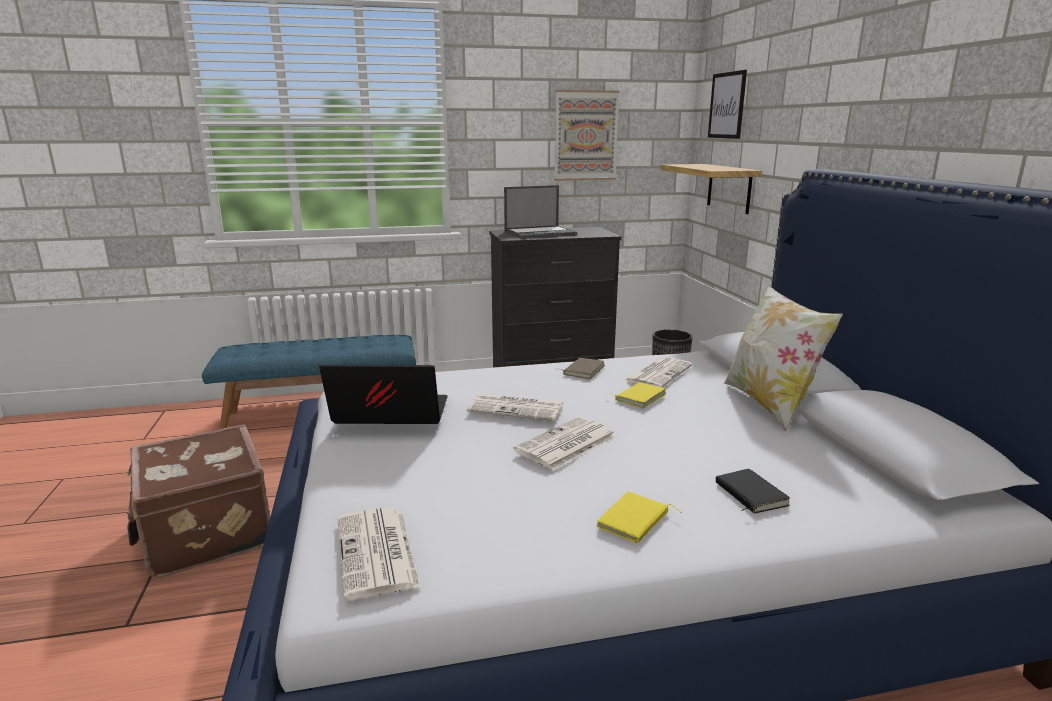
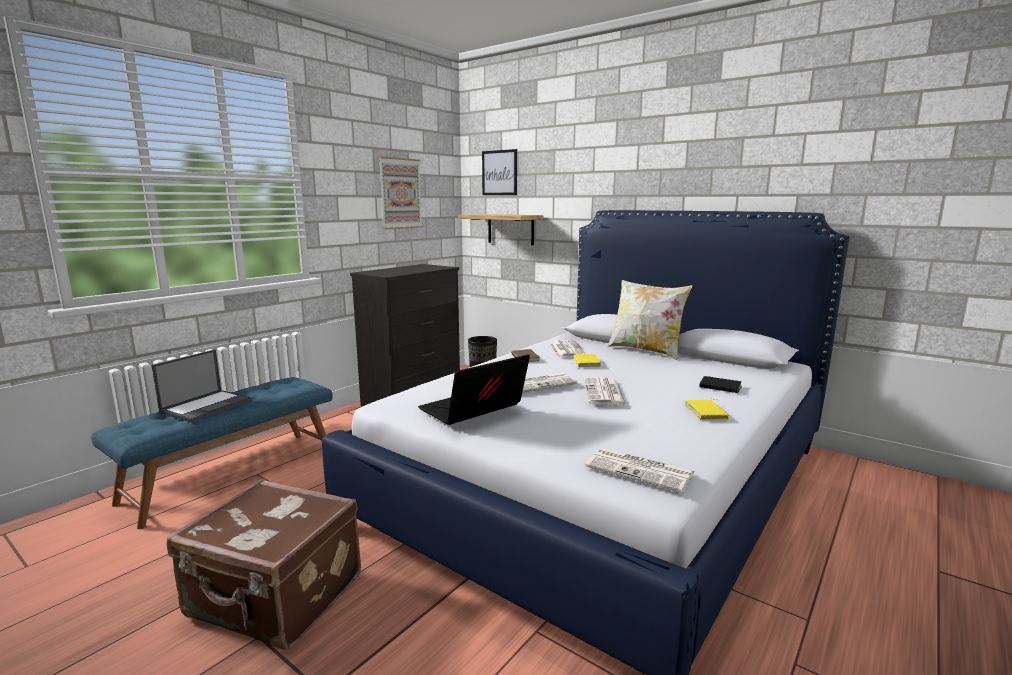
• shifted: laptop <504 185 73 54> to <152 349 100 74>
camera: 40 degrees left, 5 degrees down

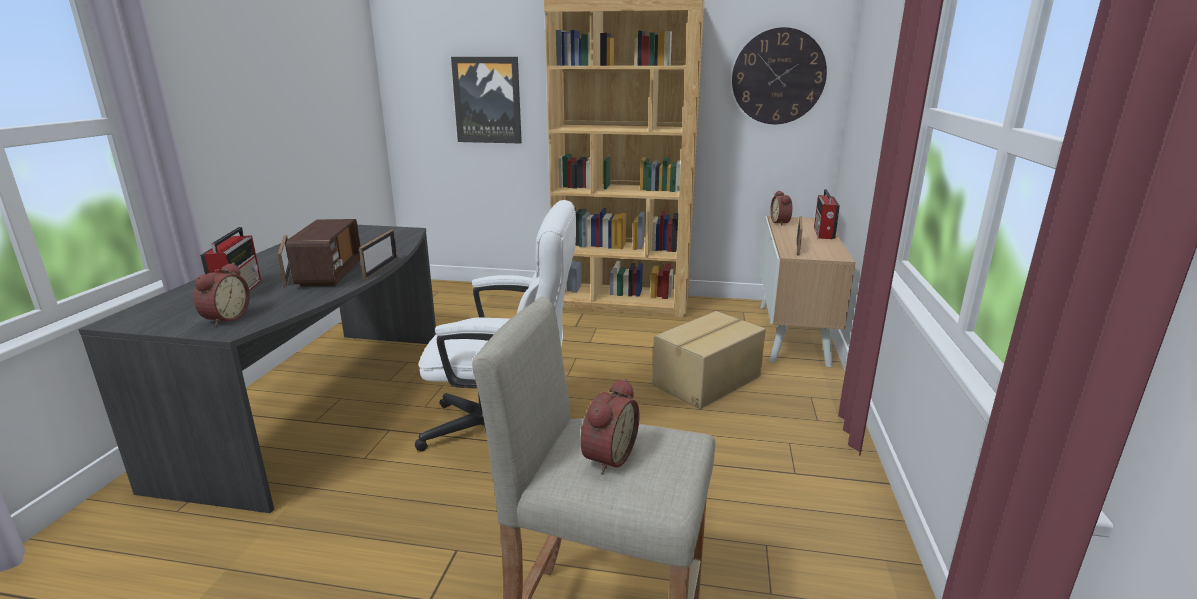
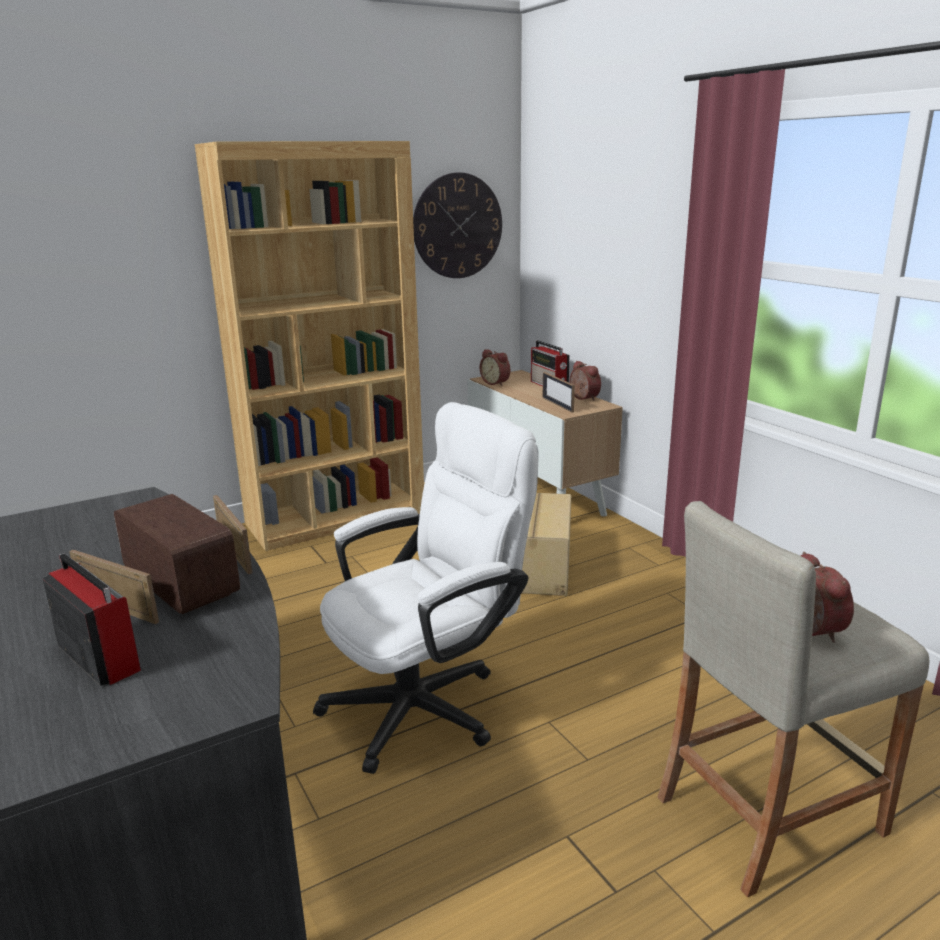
• shifted: alarm clock <193 263 57 63> to <570 361 31 40>
• gone: picture <451 57 71 87>
camera: 40 degrees left, 0 degrees up

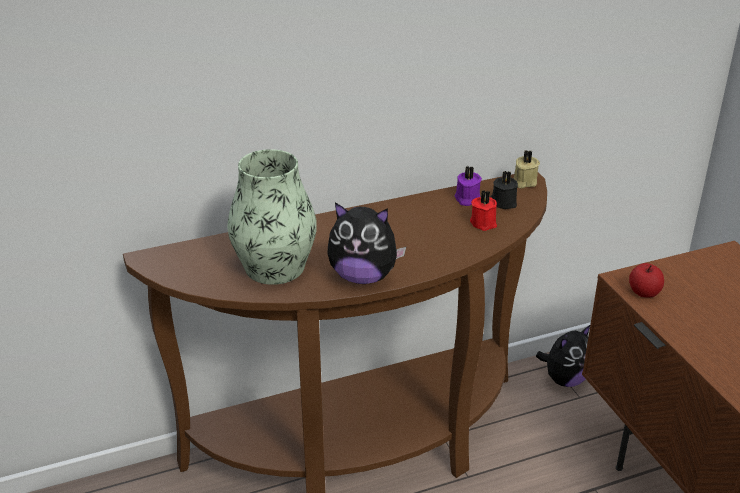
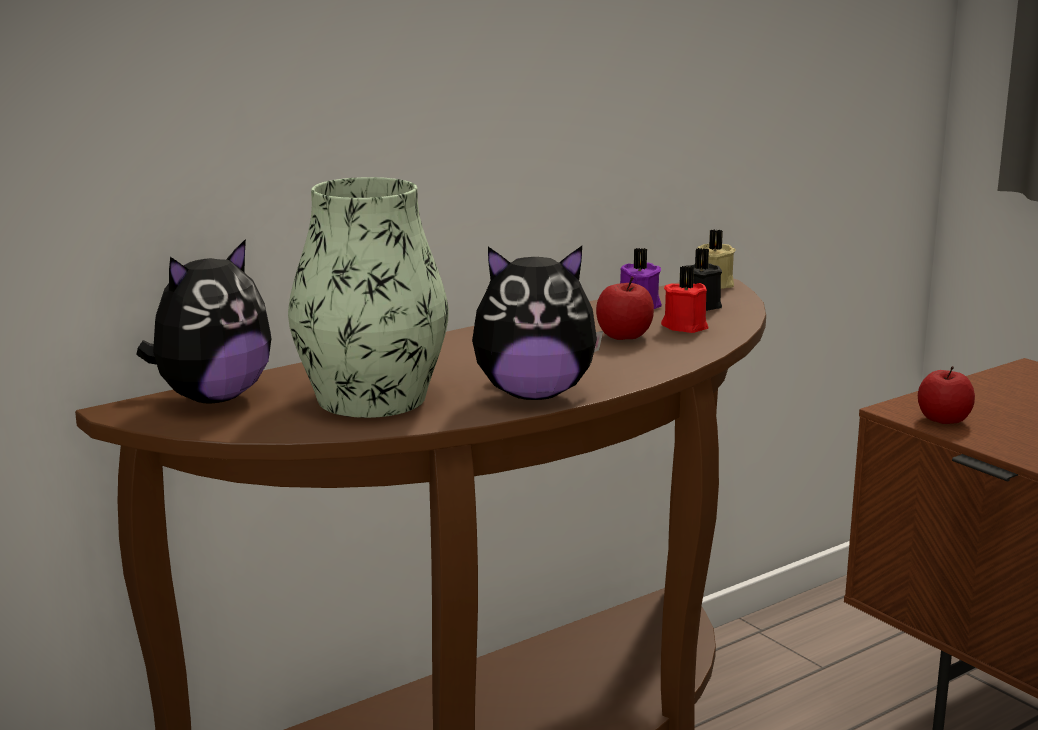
• shifted: plush toy <536 325 54 62> to <136 239 135 164>
• new: apple <596 277 58 63>
camera: 15 degrees left, 15 degrees down

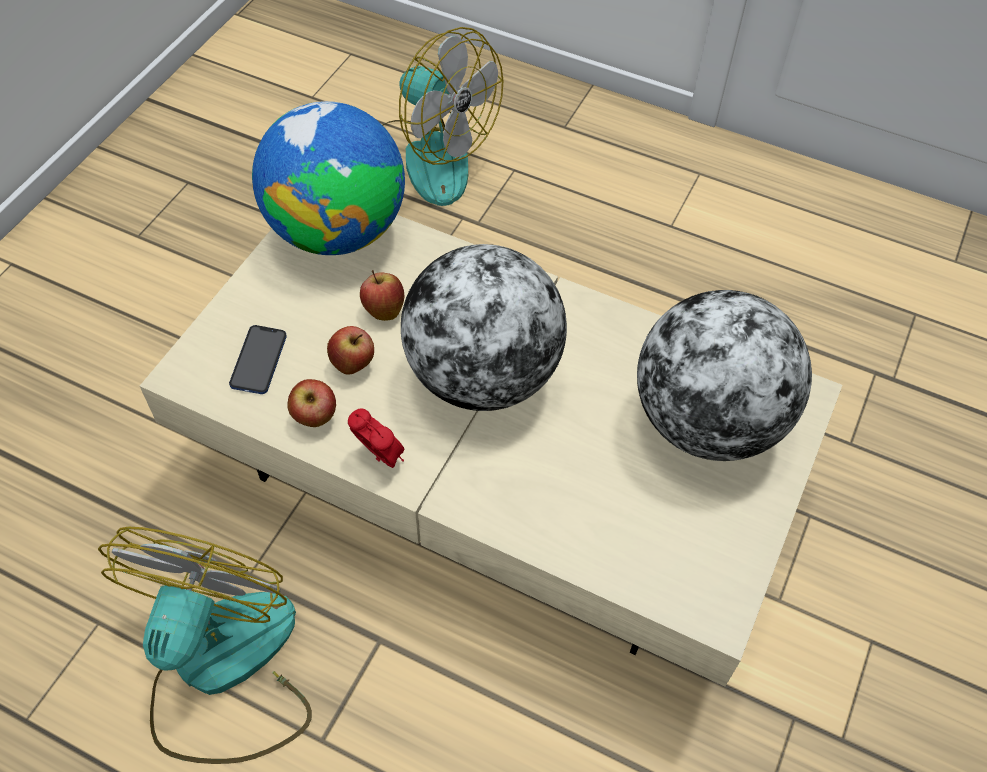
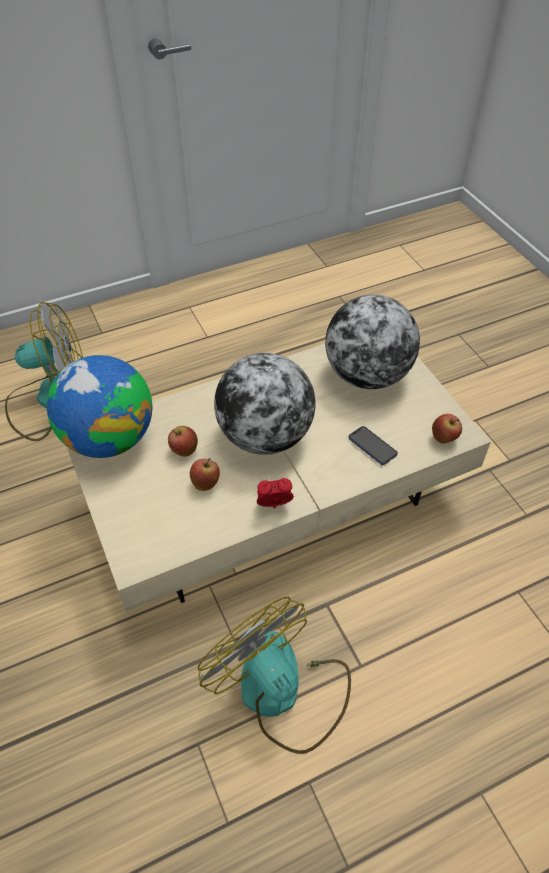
• shifted: phone <229 325 58 69> to <348 426 50 39>
• shifted: apple <288 379 48 48> to <432 414 30 29>
camera: 50 degrees left, 5 degrees down

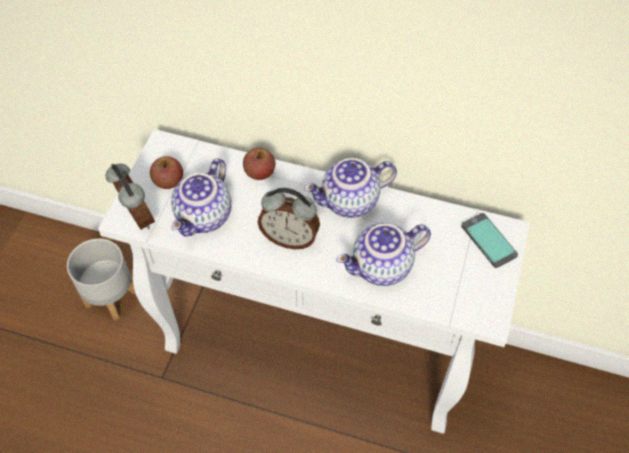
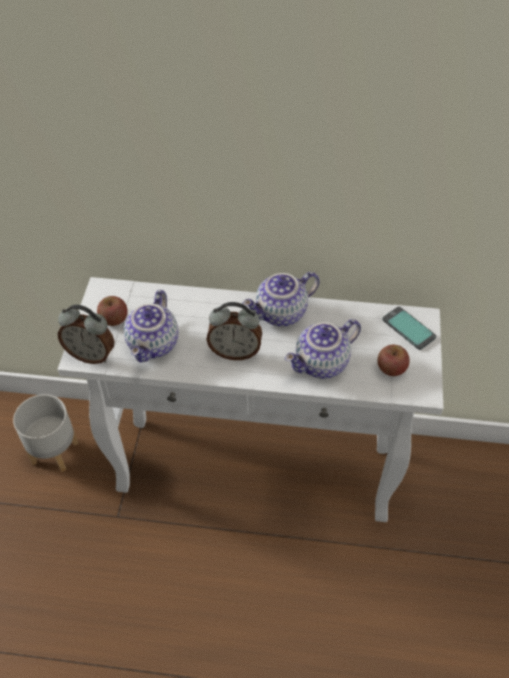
• rotated: alarm clock <106 163 49 67> = <58 305 56 59> 150 degrees clockwise
• shifted: apple <243 148 32 32> to <377 345 33 31>
camera: 10 degrees left, 5 degrees down

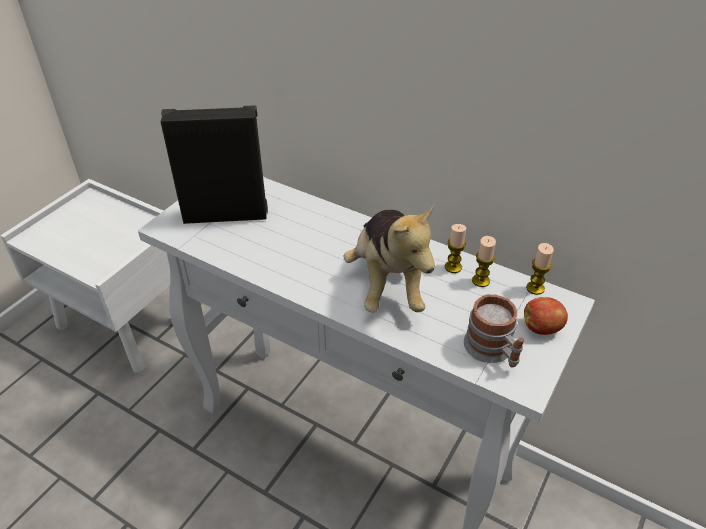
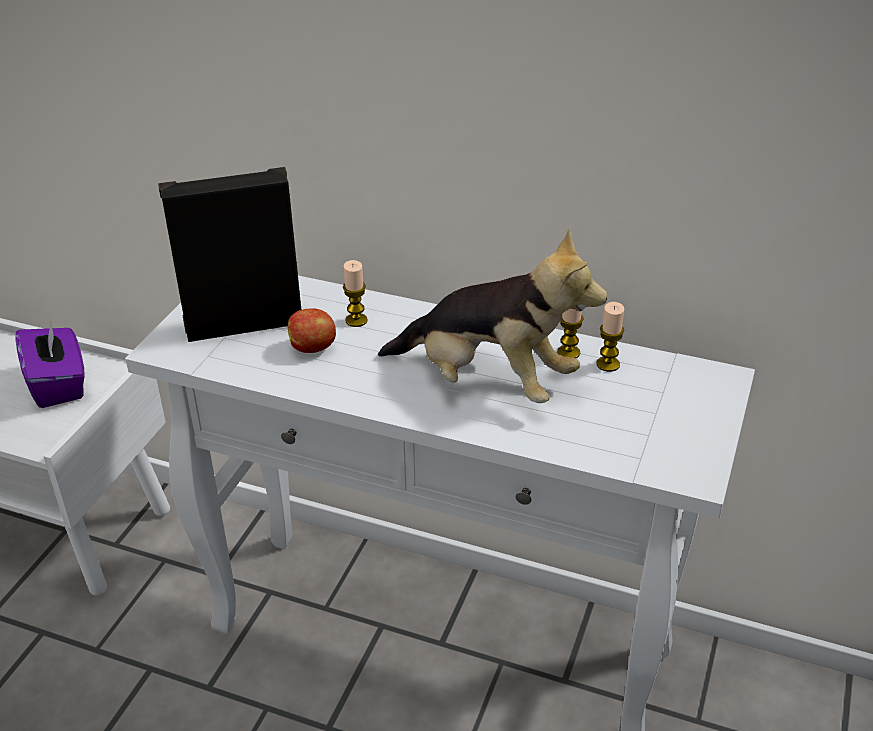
• rotated: plush toy <343 205 92 108> = <378 228 229 175> 45 degrees counterclockwise
• gone: mug <464 294 60 74>
• shifted: apple <524 297 44 38> to <288 308 48 45>
• shifted: candle <526 243 28 52> to <343 260 25 67>
• new: tissue box (purple) <15 318 70 90>
camera: 10 degrees left, 5 degrees down

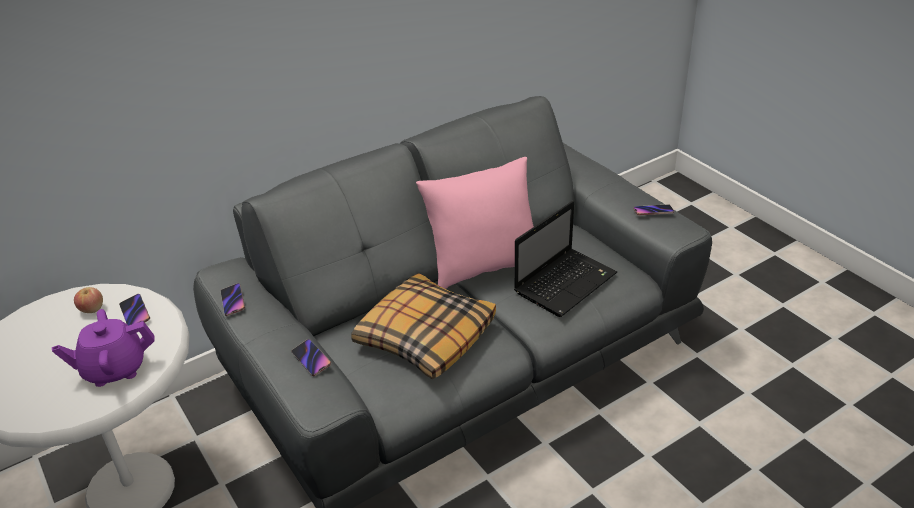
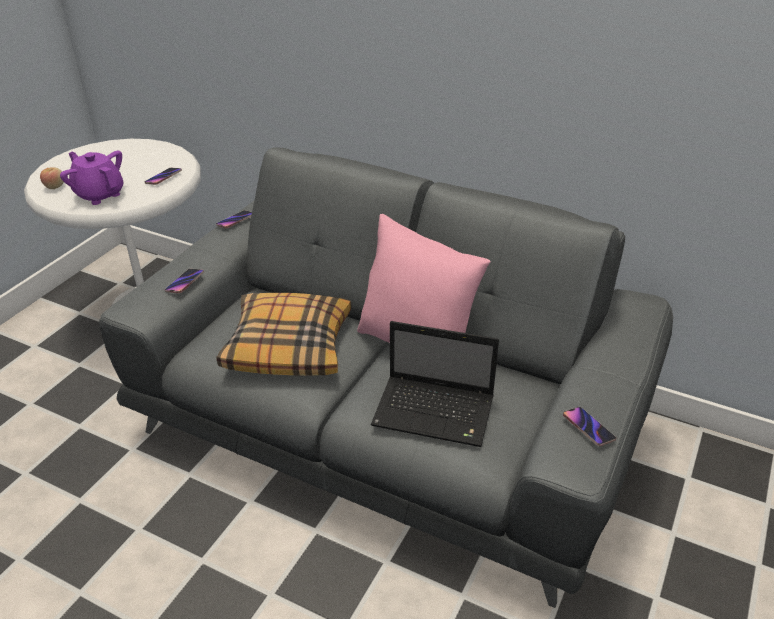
• shifted: apple <74 287 29 26> to <40 167 24 22>
camera: 60 degrees right, 0 degrees up

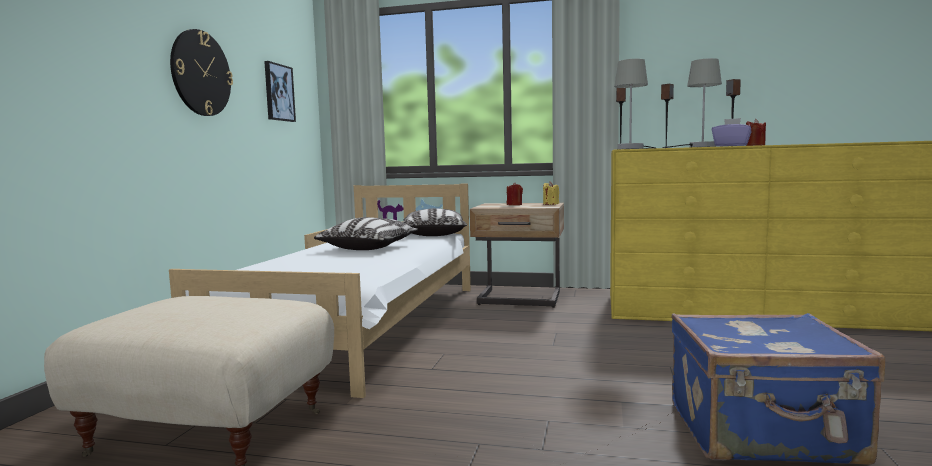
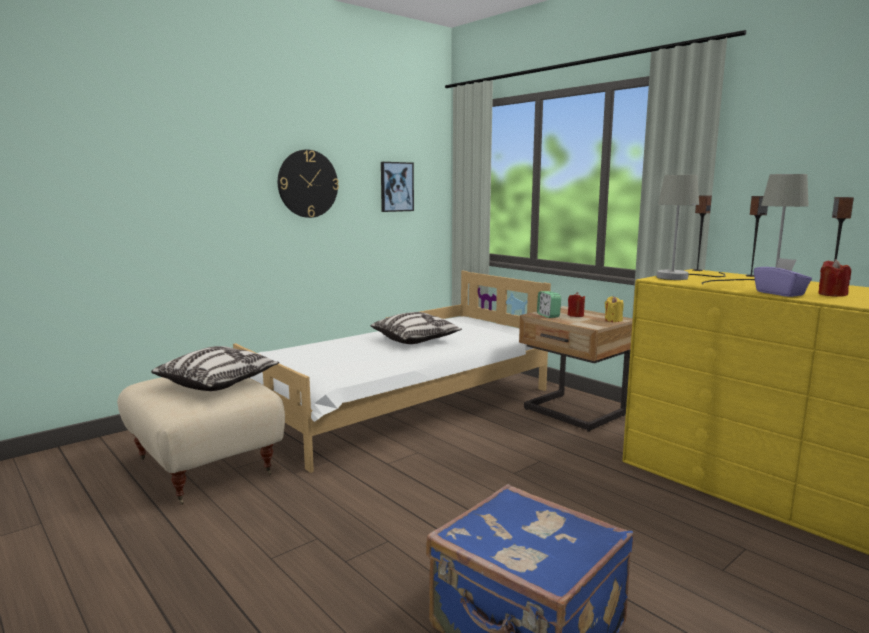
• shifted: pillow <403 208 64 28> to <151 346 128 45>
• new: alarm clock <537 291 24 27>
camera: 35 degrees right, 5 degrees up

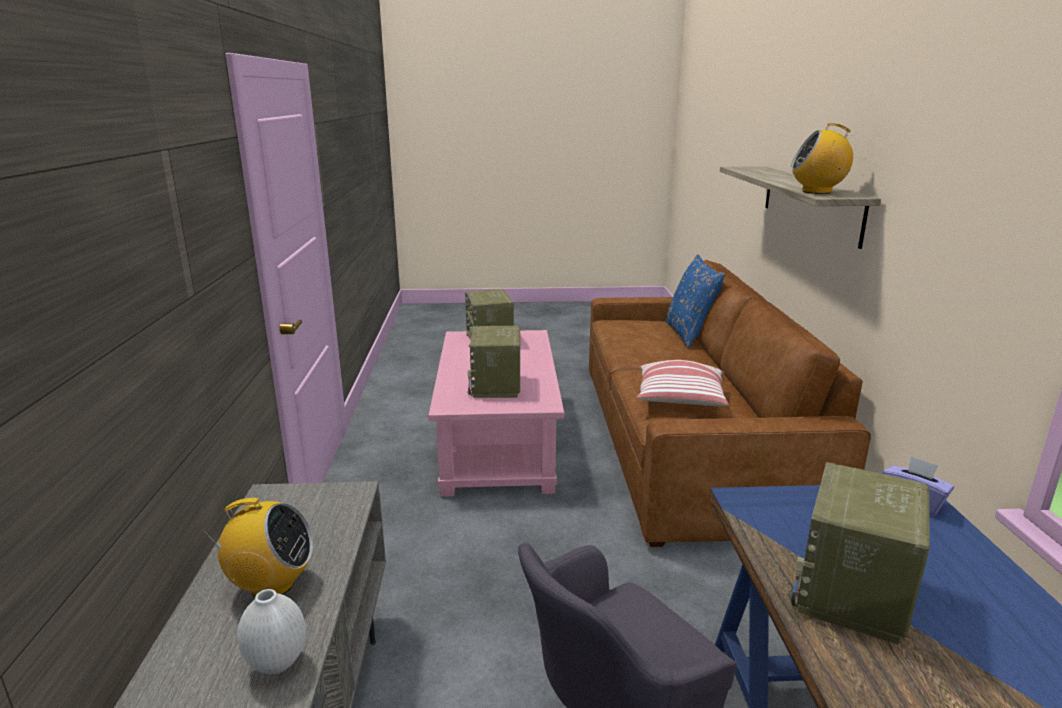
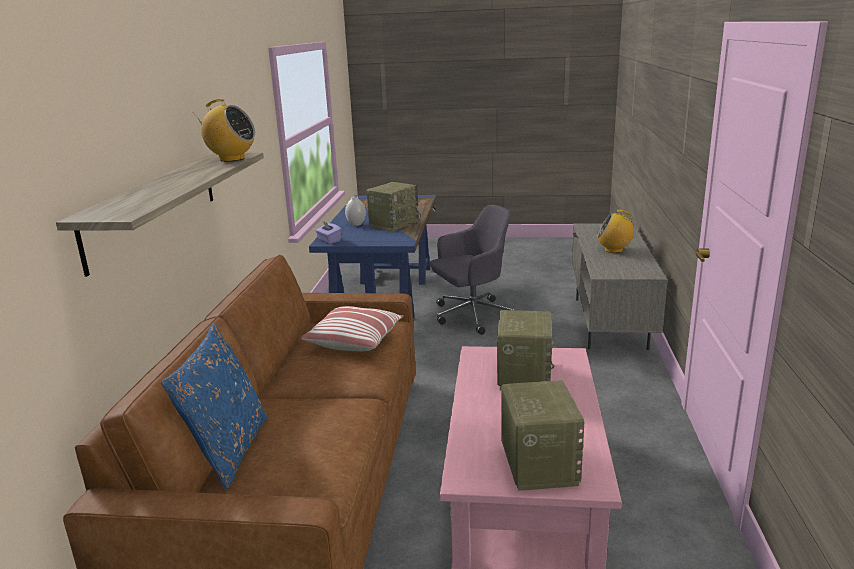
• shifted: vase (white) <237 589 69 85> to <345 196 21 30>
camera: 170 degrees left, 0 degrees up

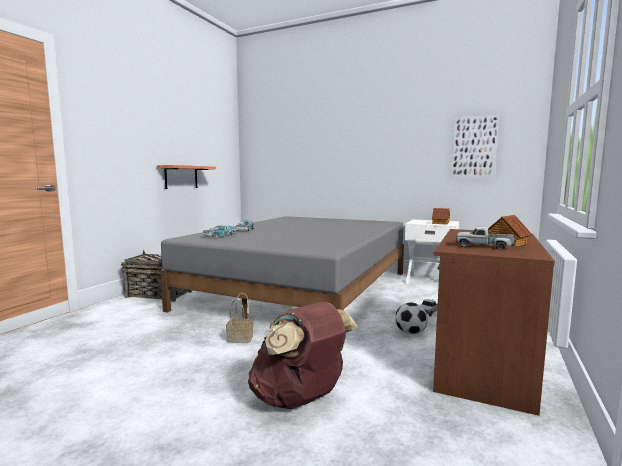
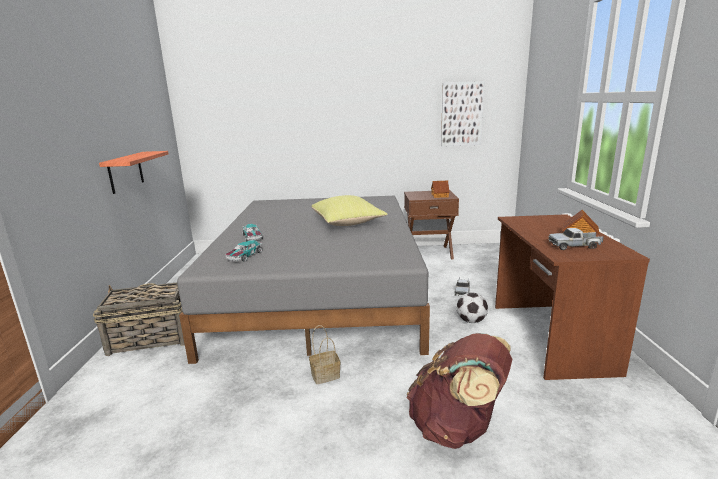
• repainted: nightstand (white) <405 219 54 65> to nightstand (brown) <404 190 55 70>
• new: pillow (yellow) <312 195 76 31>
camera: 25 degrees left, 10 degrees up

